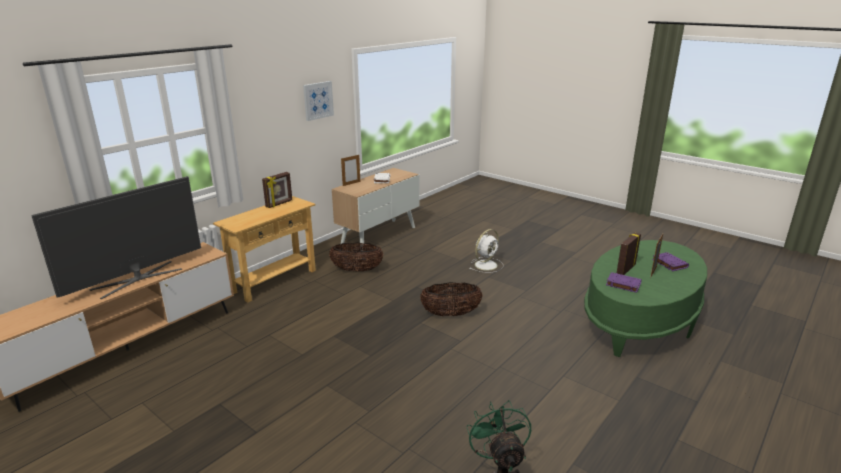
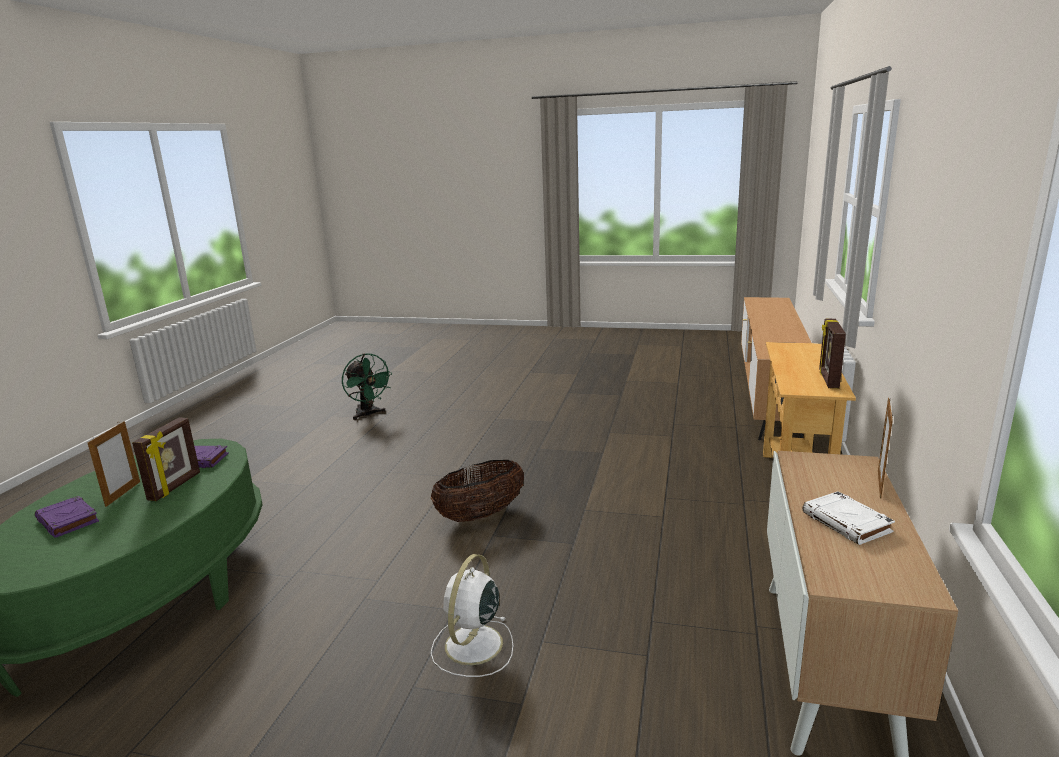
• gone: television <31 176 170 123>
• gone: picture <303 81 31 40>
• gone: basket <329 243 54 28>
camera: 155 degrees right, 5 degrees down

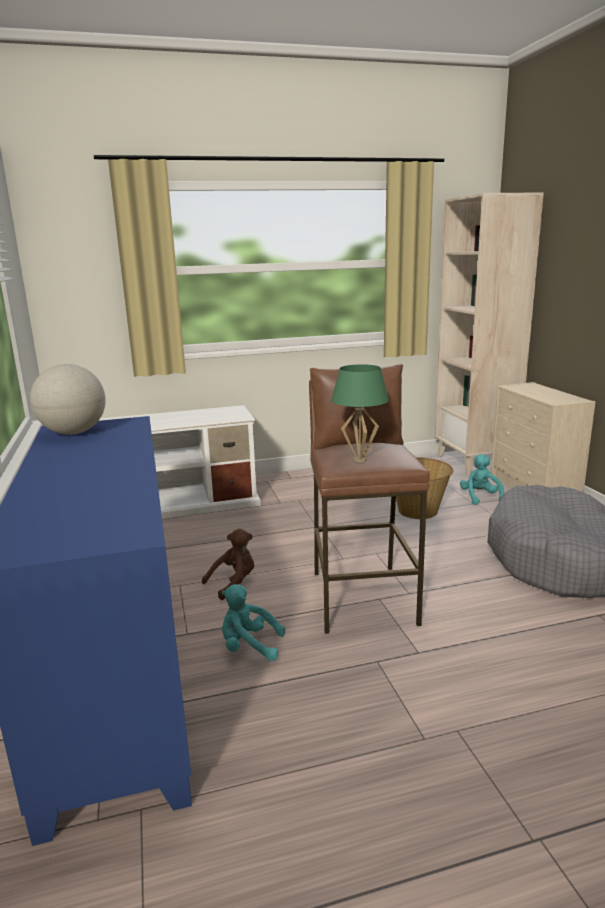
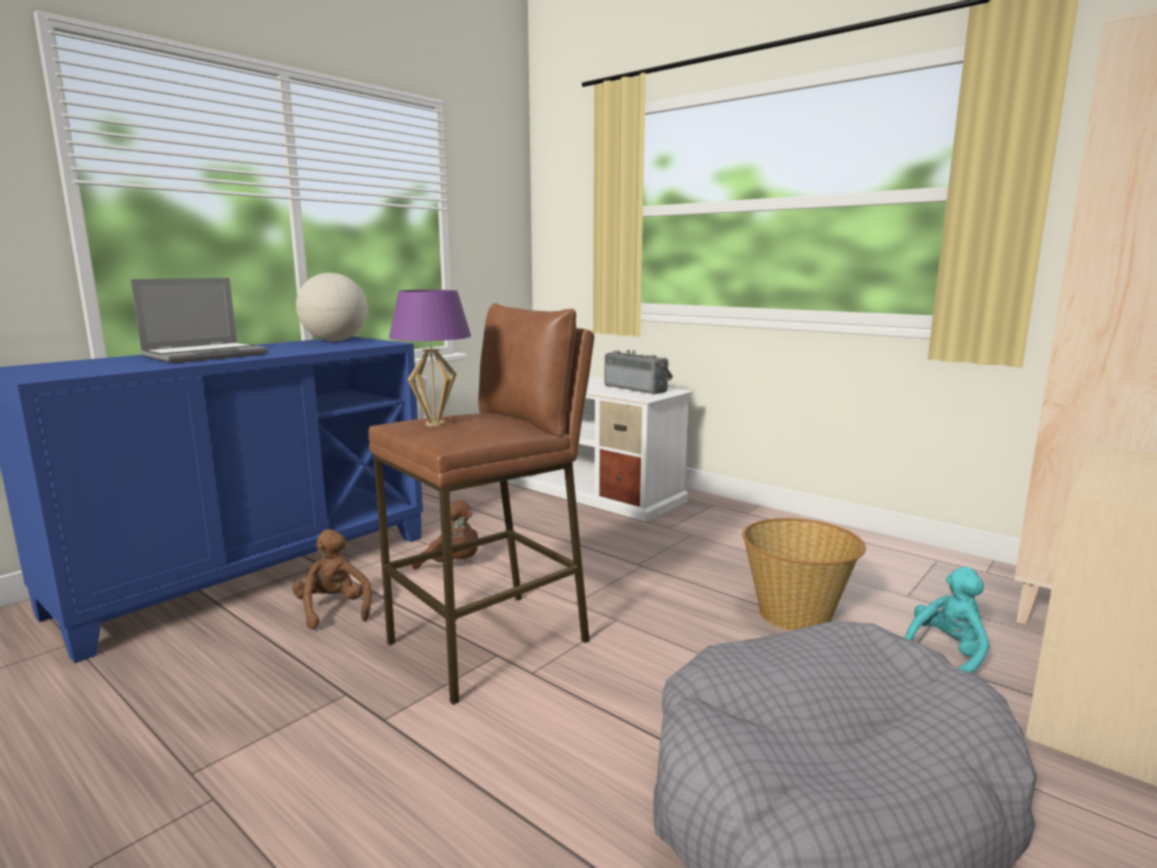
• repainted: plush toy (turquoise) <222 584 63 77> to plush toy (brown) <292 529 80 100>
• repainted: table lamp (green) <332 364 57 98> to table lamp (purple) <389 290 82 137>
• new: laptop <131 278 137 85>
• new: radio <605 350 68 44>
camera: 55 degrees right, 5 degrees down

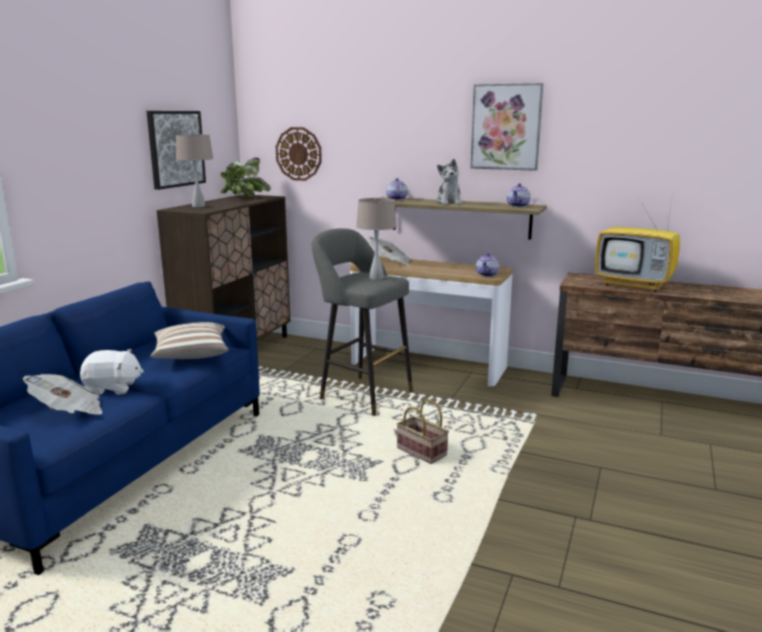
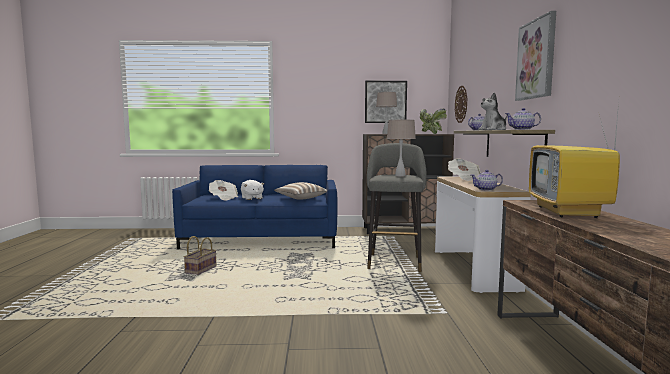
• shifted: basket <396 399 53 65> to <184 236 32 39>
camera: 65 degrees right, 10 degrees down

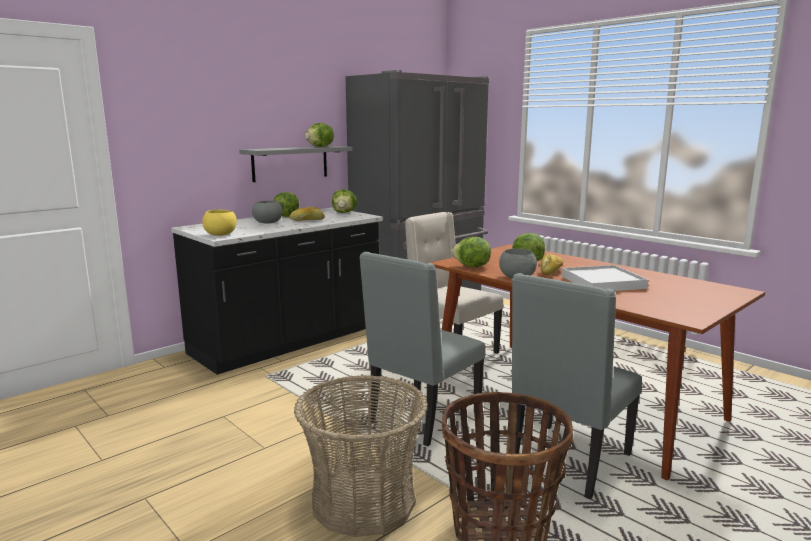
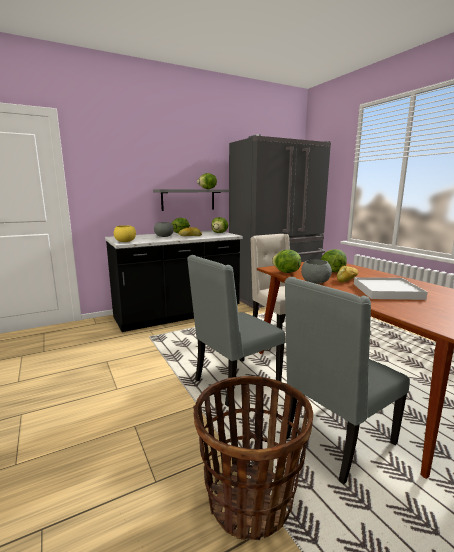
• gone: basket <294 375 134 162>
camera: 15 degrees right, 0 degrees up

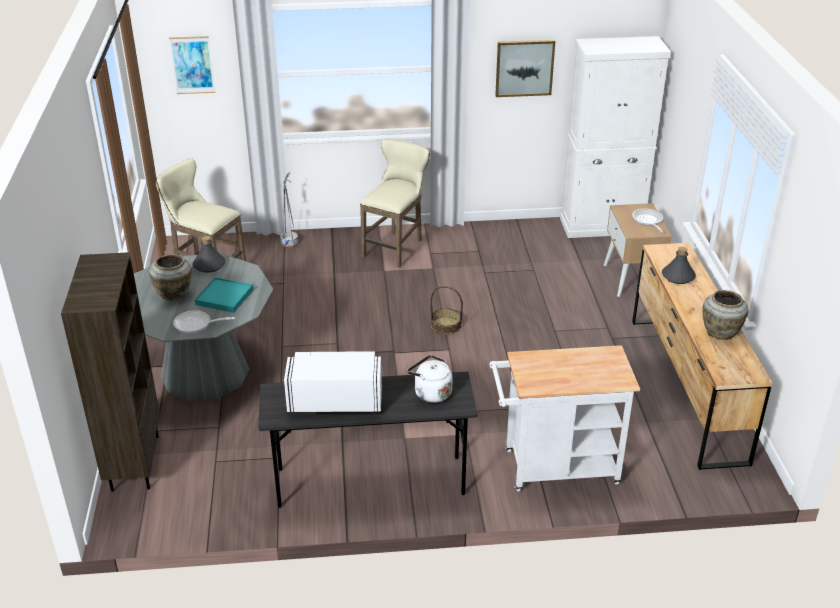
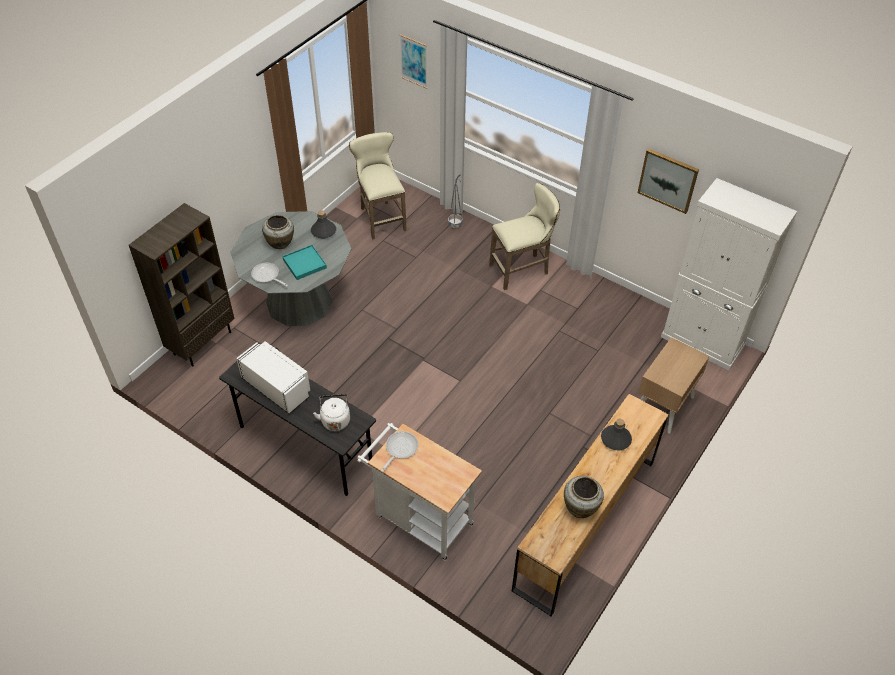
• gone: basket <430 286 33 49>
• shifted: frying pan <632 209 31 23> to <381 431 37 41>
camera: 40 degrees right, 15 degrees up

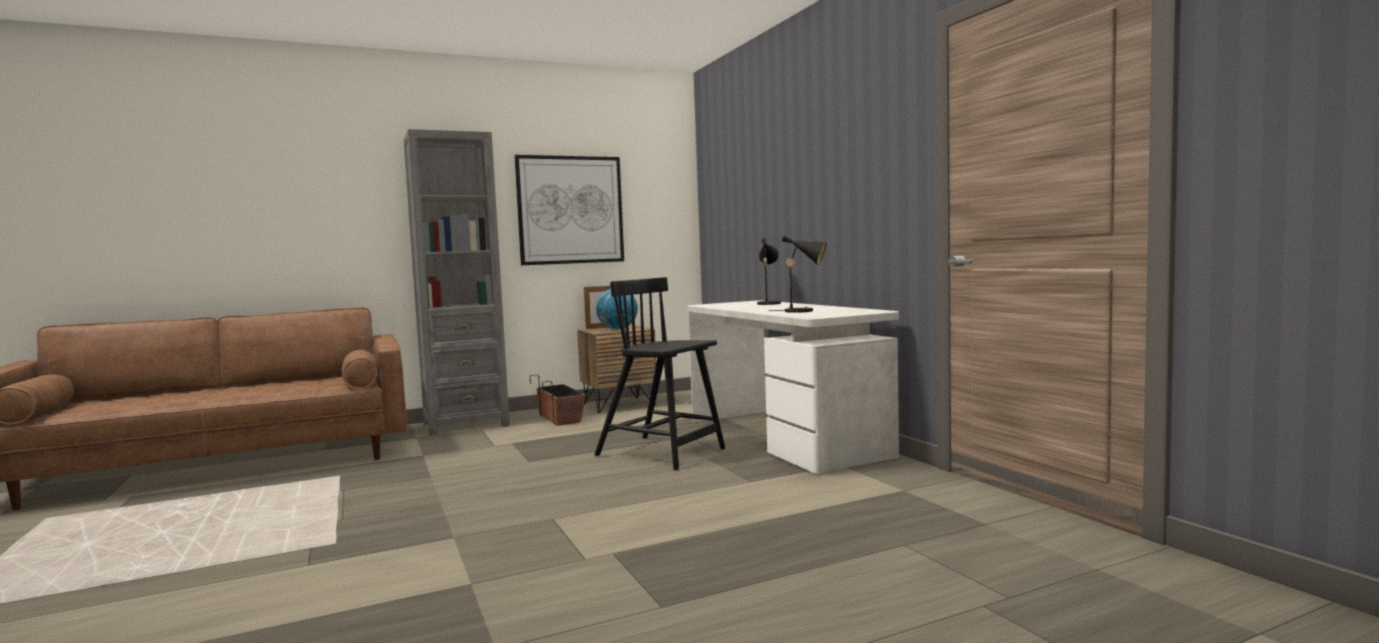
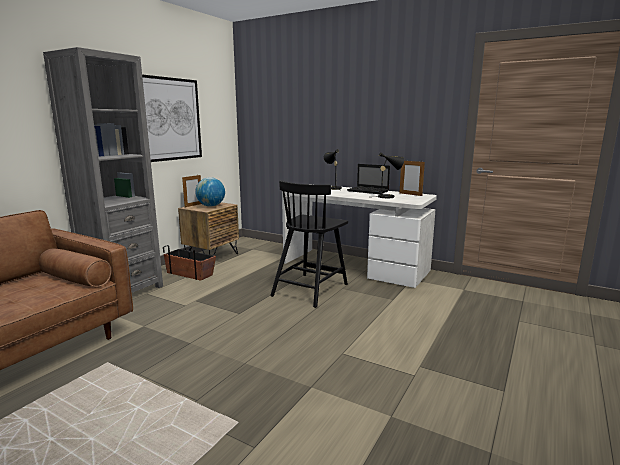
• rotated: chair (black) <595 277 130 193> = <270 180 78 128> 60 degrees counterclockwise
• new: laptop <347 164 43 30>
• new: picture frame <400 160 25 36>
camera: 35 degrees left, 10 degrees up

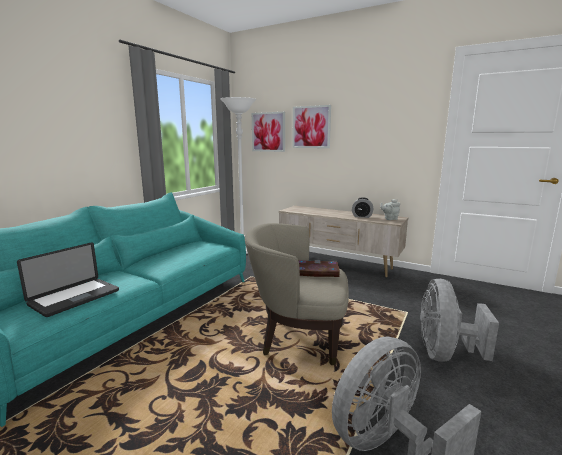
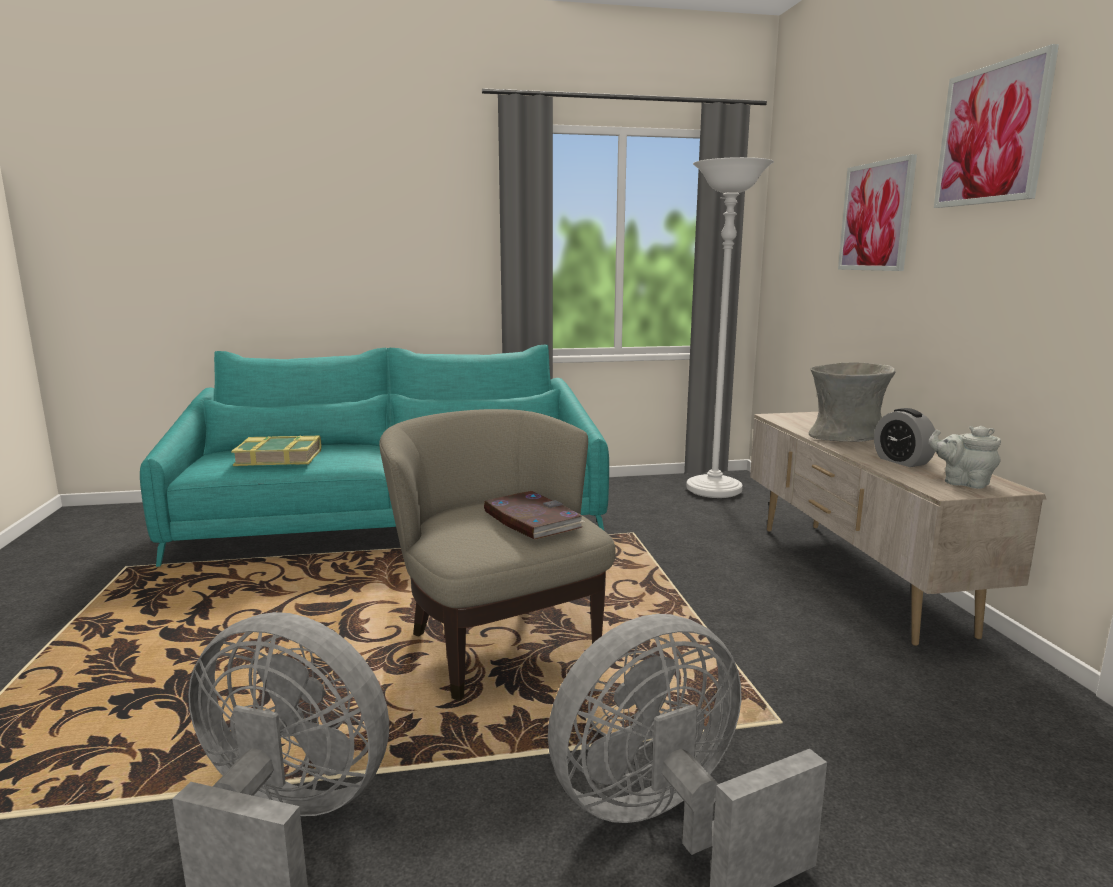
• swapped: laptop <17 242 102 75> to book <231 436 90 30>
• shifted: picture <252 112 33 40> to <934 44 125 164>
• new: vase (grey) <809 362 87 80>
camera: 50 degrees right, 0 degrees up

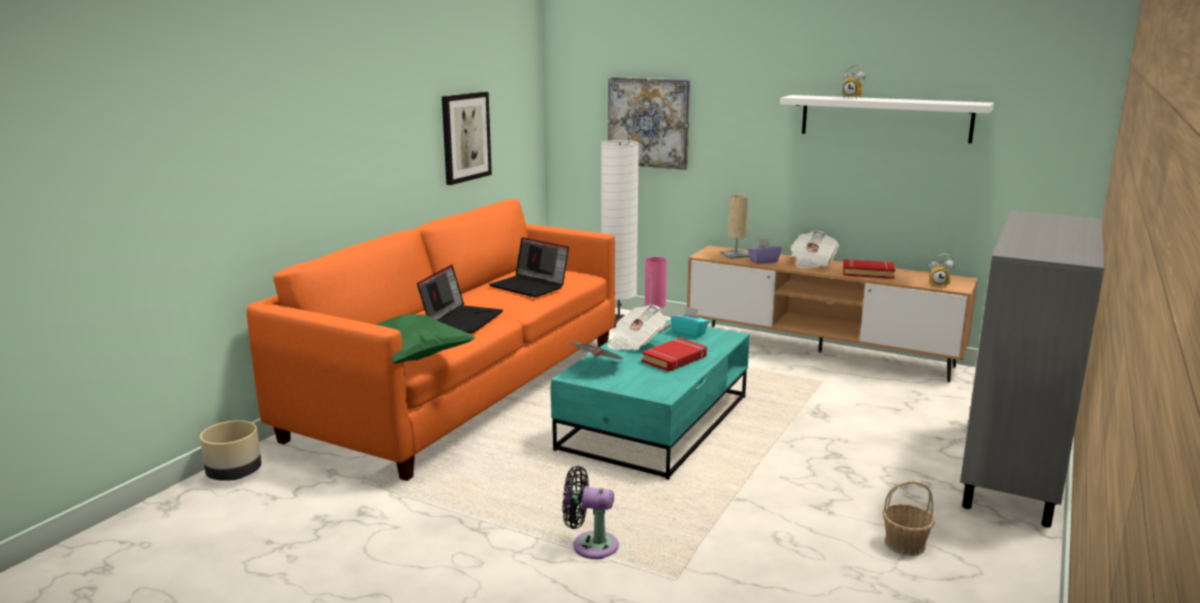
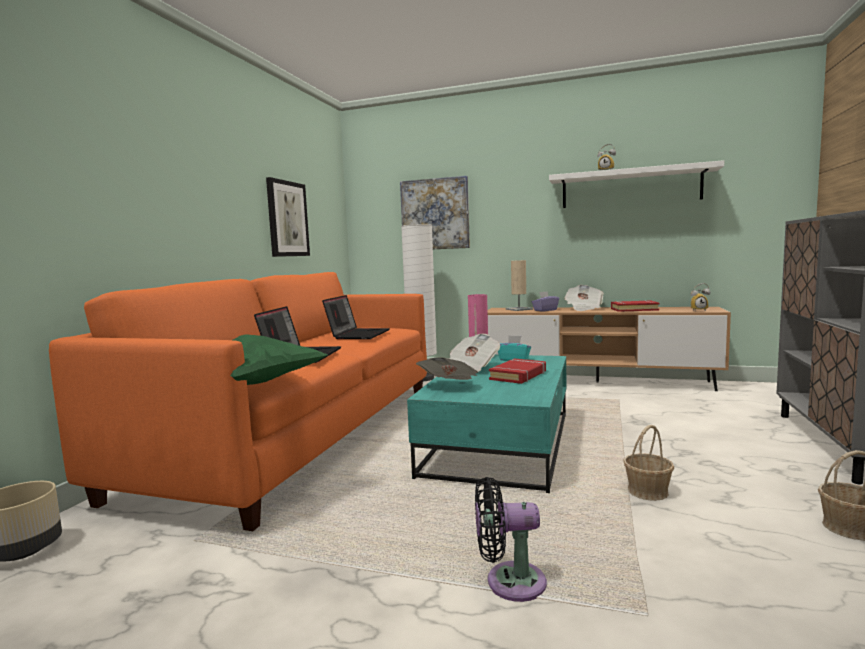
• rotated: laptop <489 237 80 60> = <322 295 68 44> 105 degrees counterclockwise
• new: basket <623 425 51 76>
camera: 10 degrees left, 10 degrees down

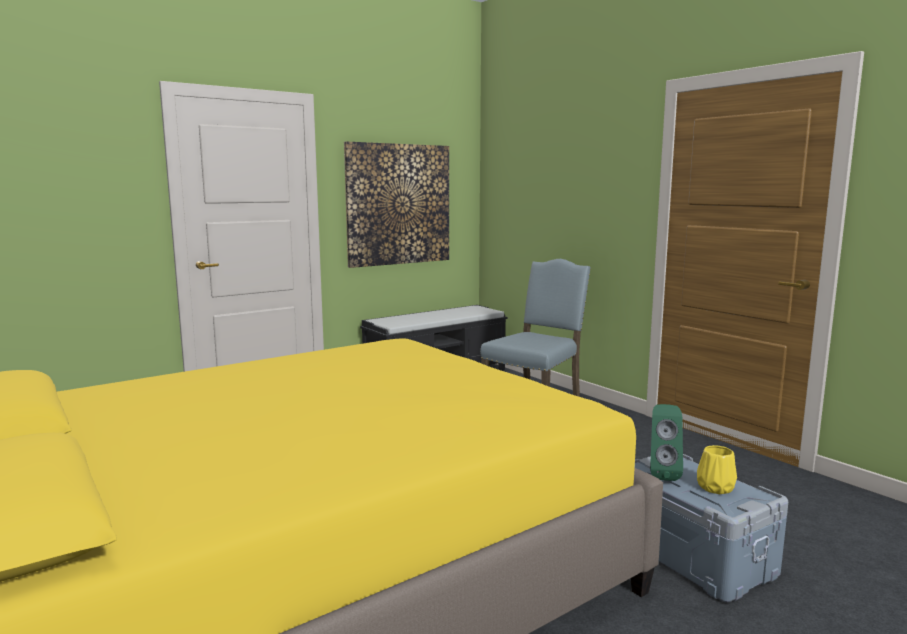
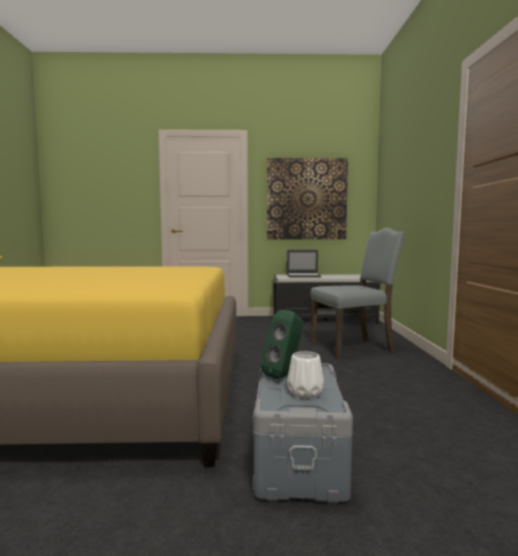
• repainted: vase (yellow) <697 445 40 49> to vase (white) <287 351 37 48>
• new: laptop <287 250 34 27>
camera: 35 degrees right, 5 degrees down

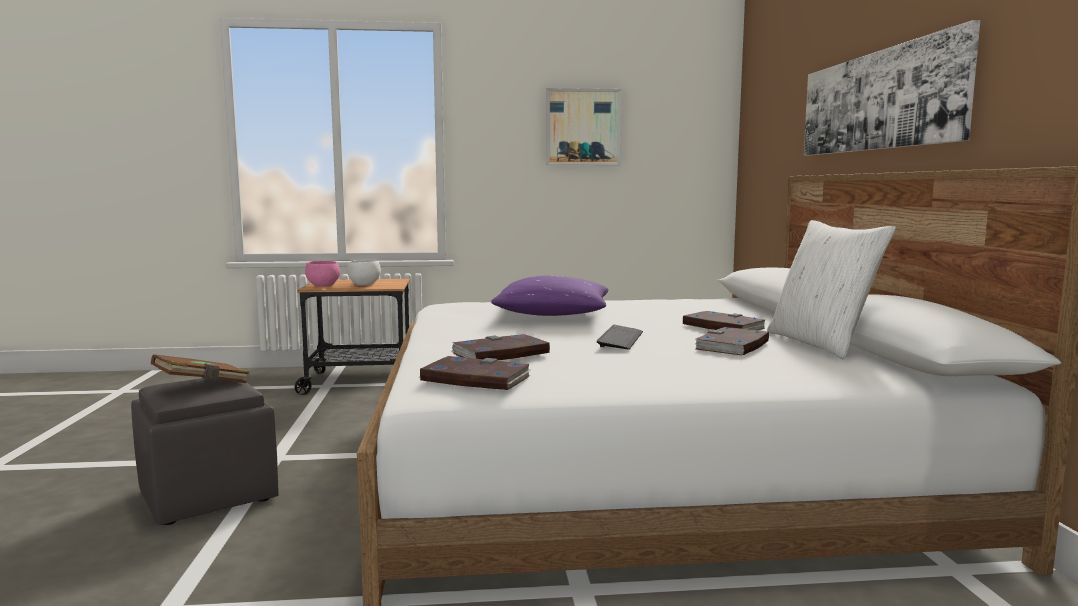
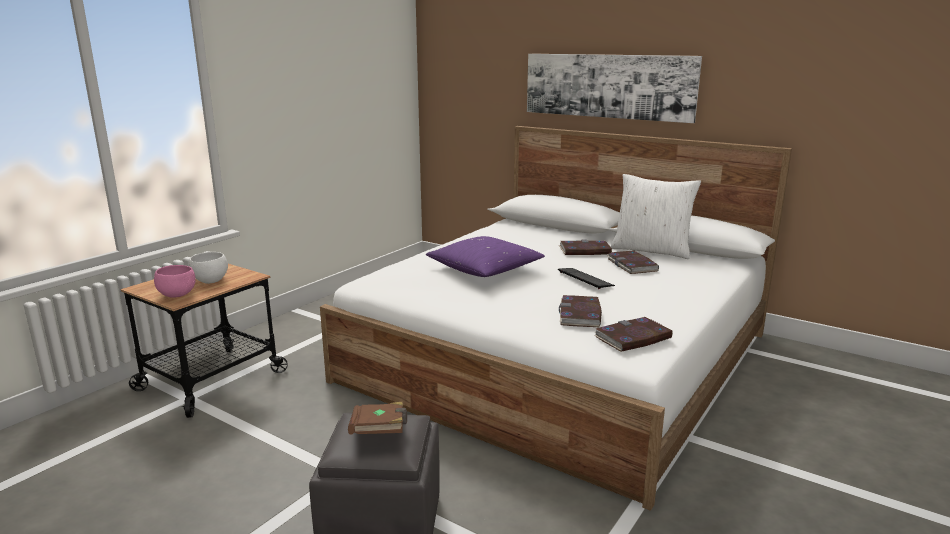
• gone: picture <546 88 75 77>
camera: 50 degrees left, 10 degrees up

